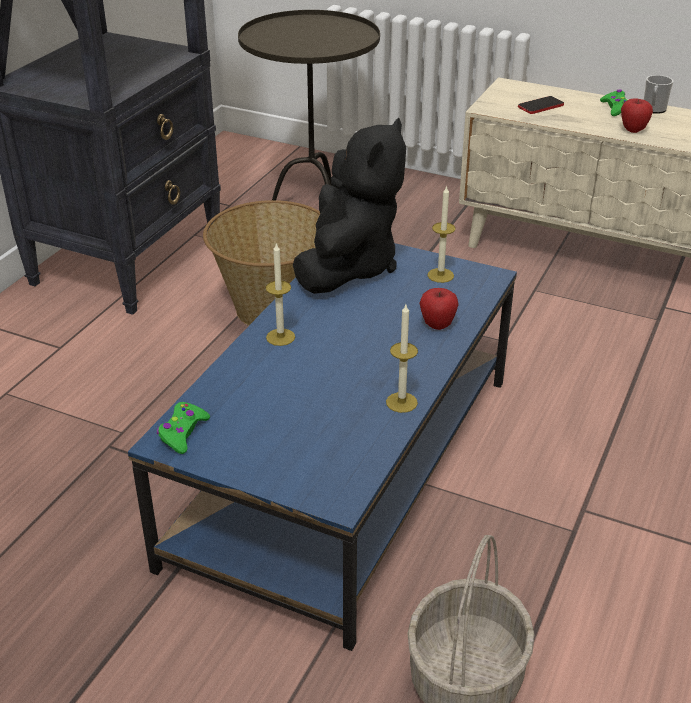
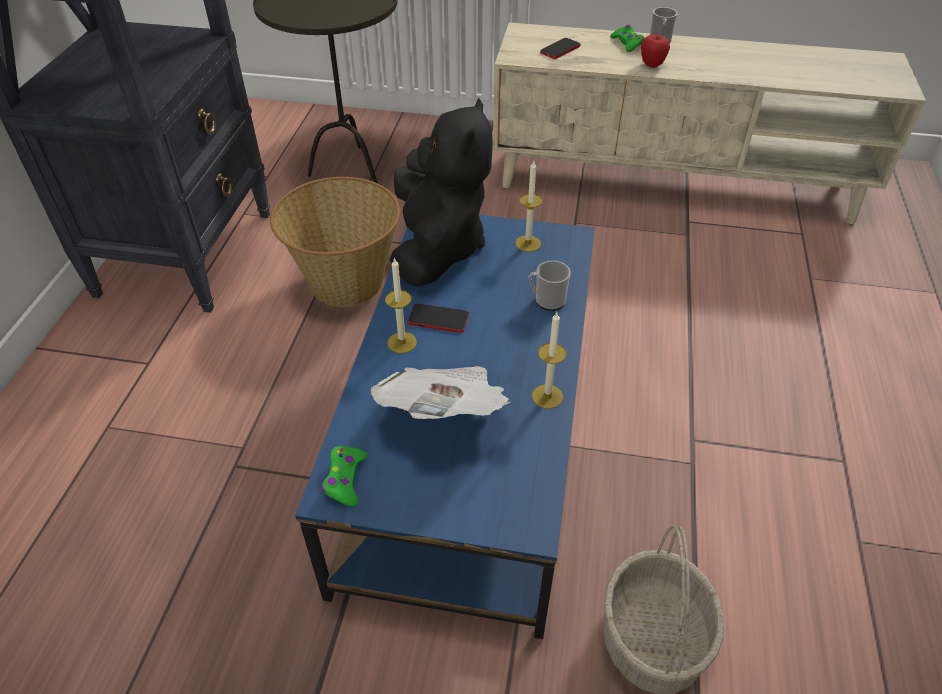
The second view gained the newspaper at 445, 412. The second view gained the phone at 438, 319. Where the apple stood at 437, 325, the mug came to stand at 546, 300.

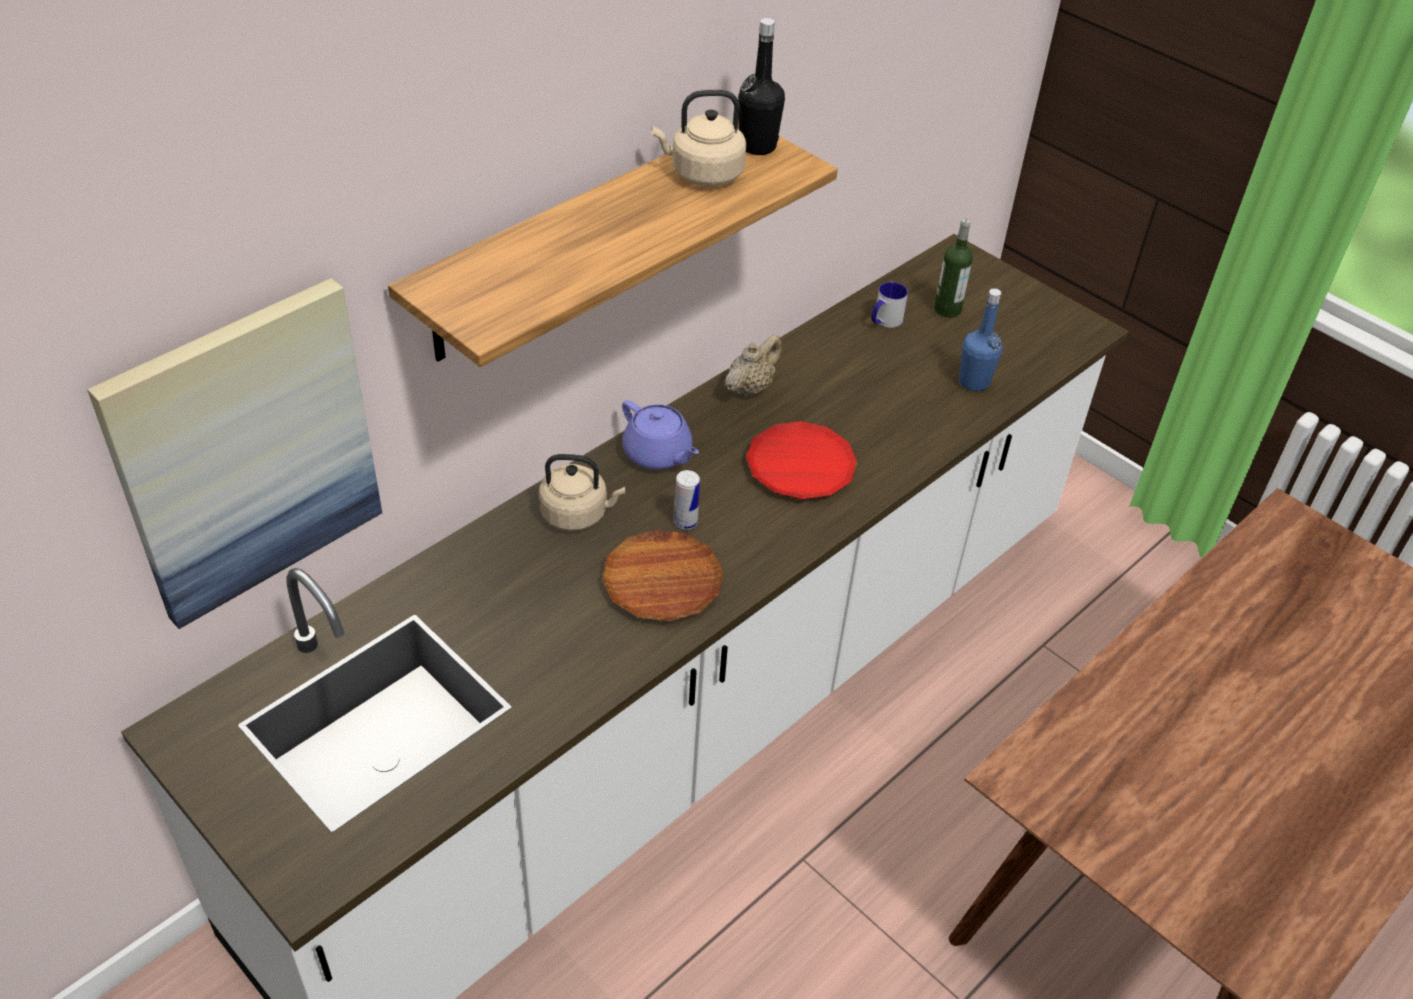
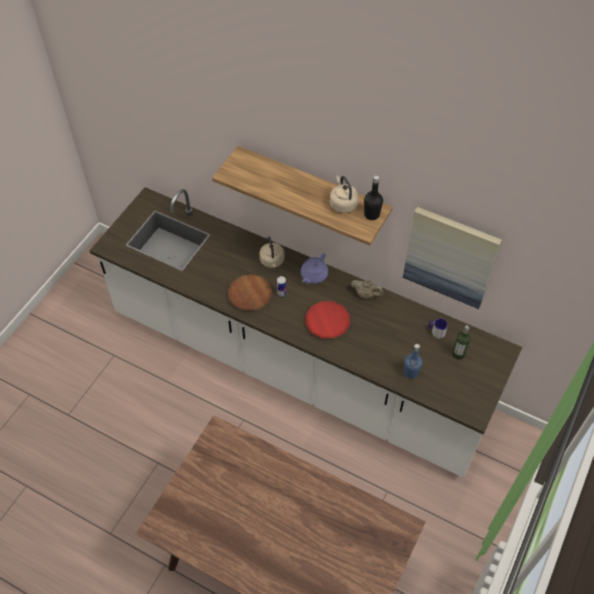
The picture ended up elsewhere, having gone from 247, 453 to 450, 257.

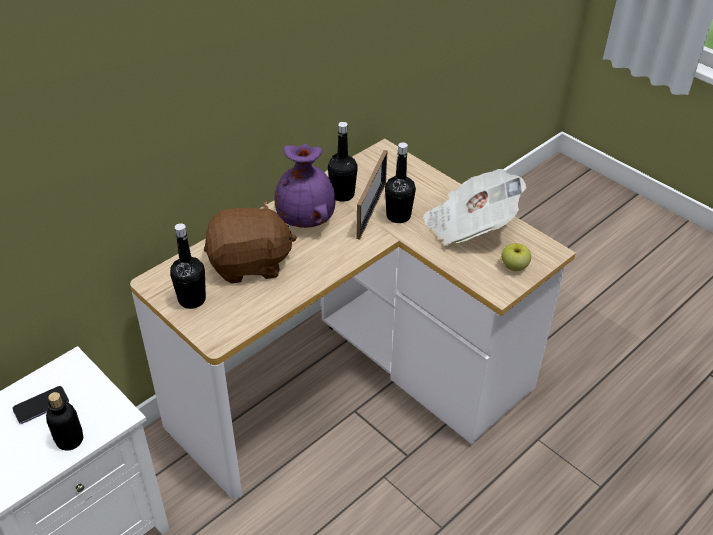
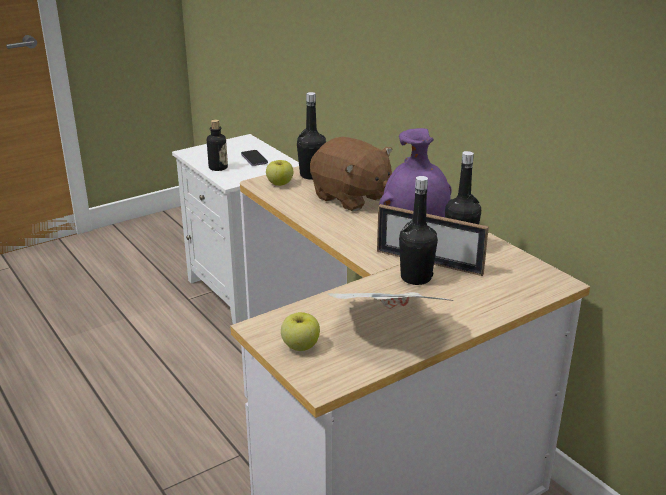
The second view gained the apple at 280, 183. The plush toy/brown at 250, 264 ended up facing another way, 45 degrees counterclockwise from before.

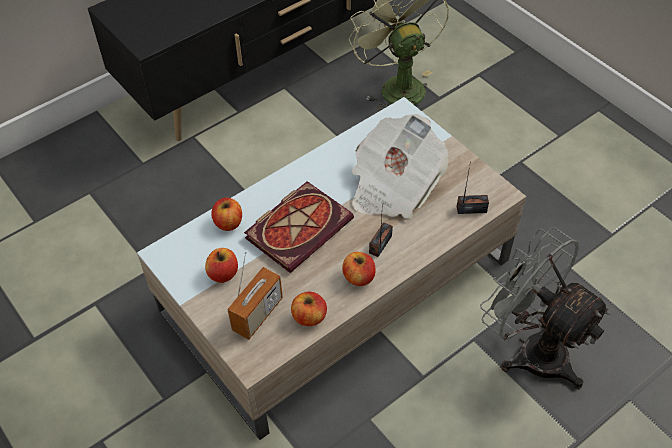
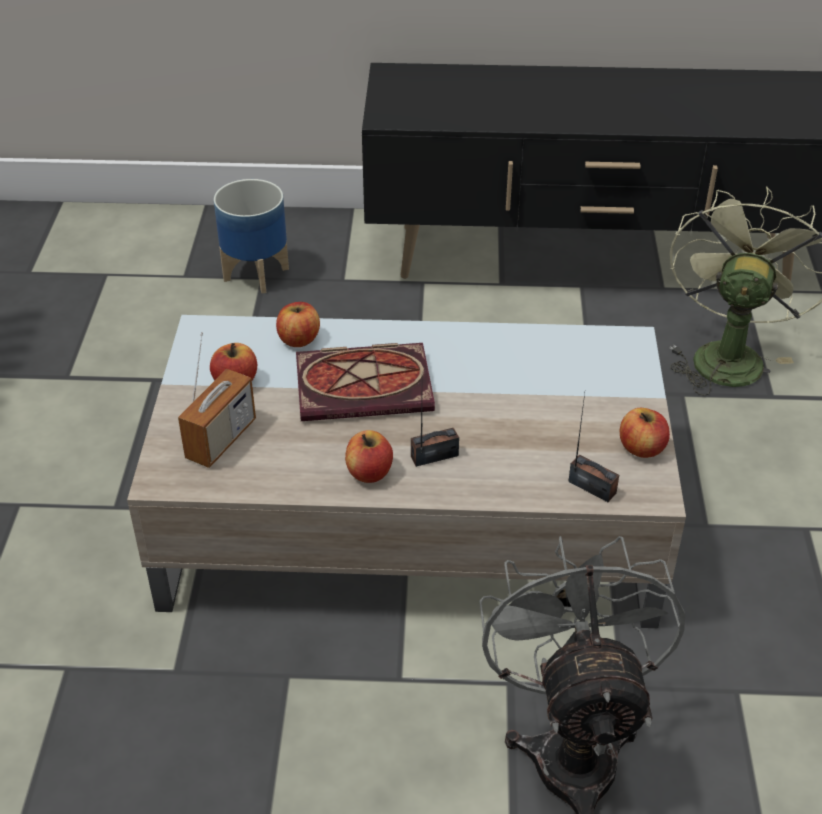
The second view lost the newspaper at 393, 185. The second view gained the planter at 256, 273. The apple ended up elsewhere, having gone from 309, 317 to 641, 448. The radio at 257, 314 ended up facing another way, 45 degrees counterclockwise from before.

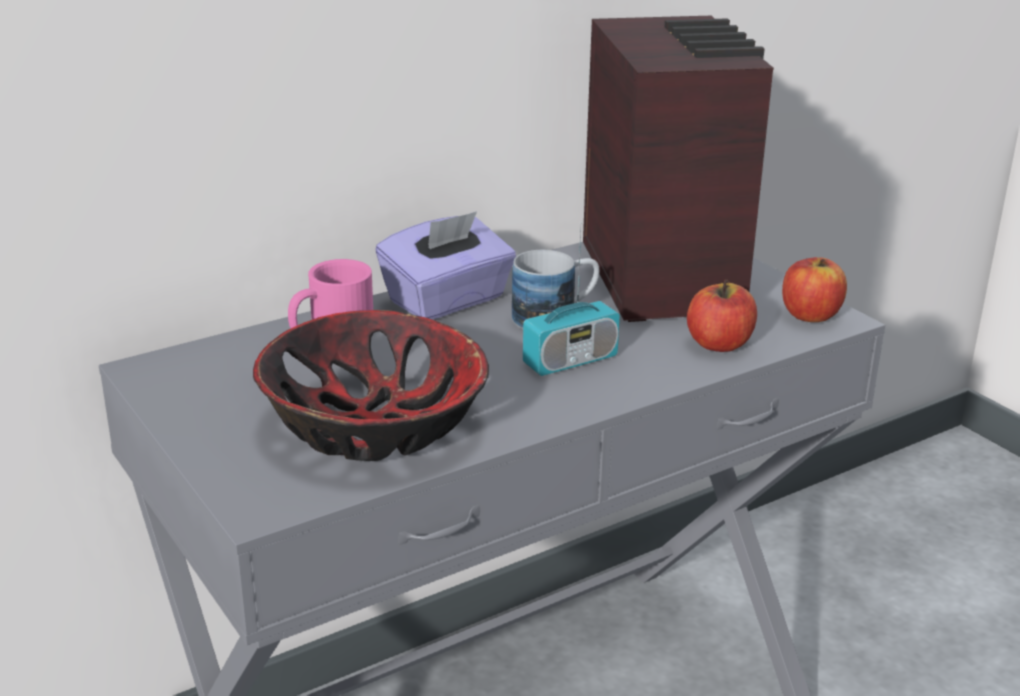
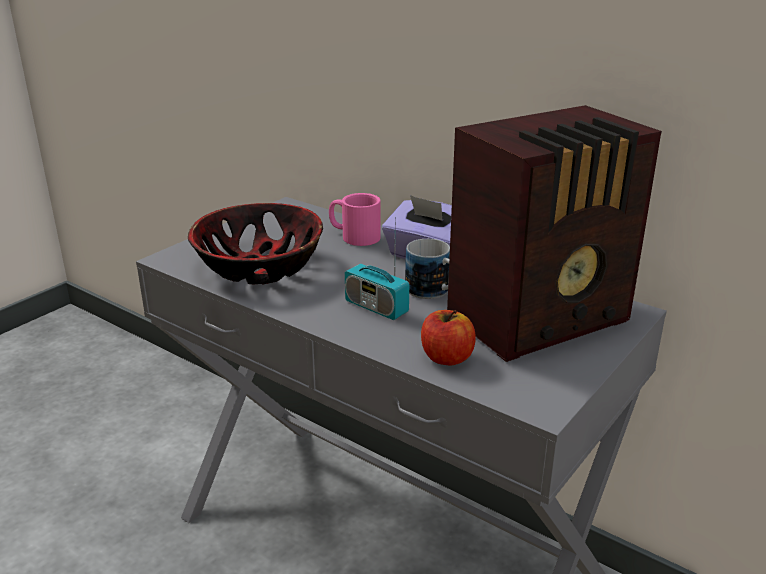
The second view lost the apple at 810, 315.

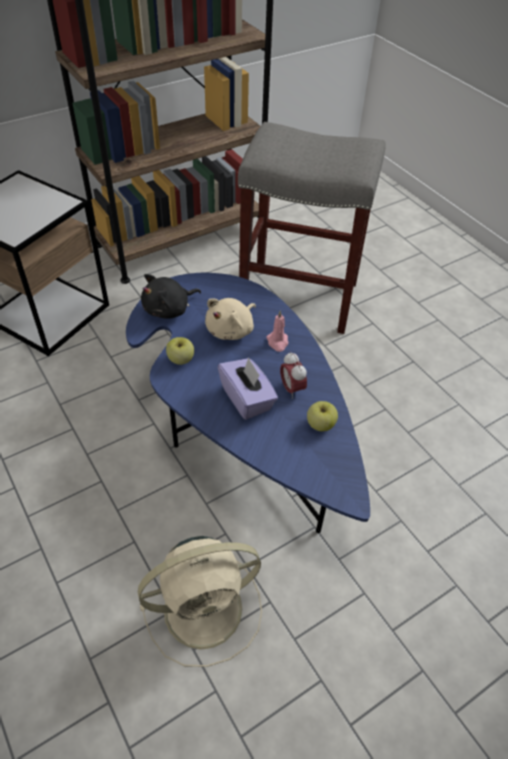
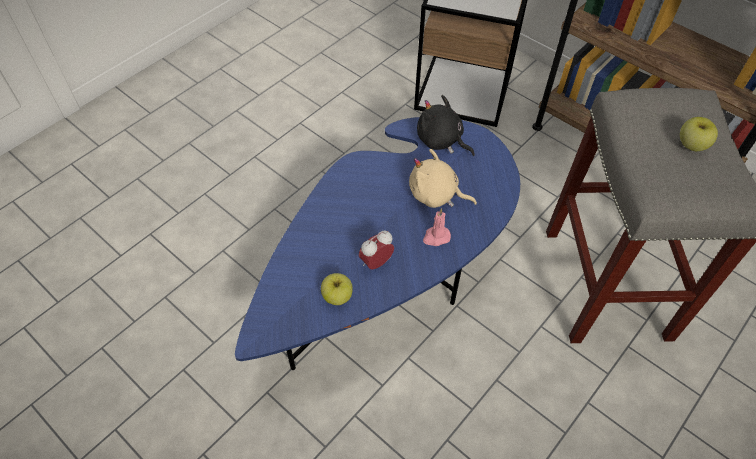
The second view lost the fan/beige at 207, 608. The second view lost the tissue box/purple at 247, 399. The apple ended up elsewhere, having gone from 180, 359 to 691, 145.

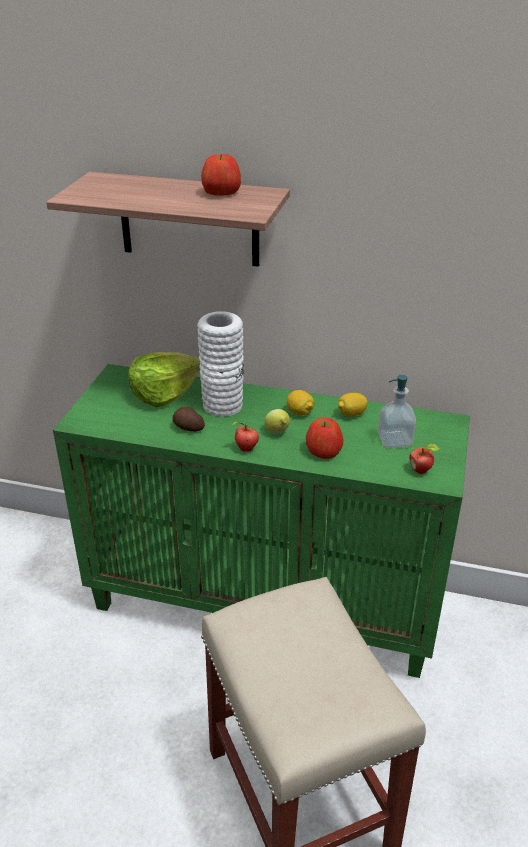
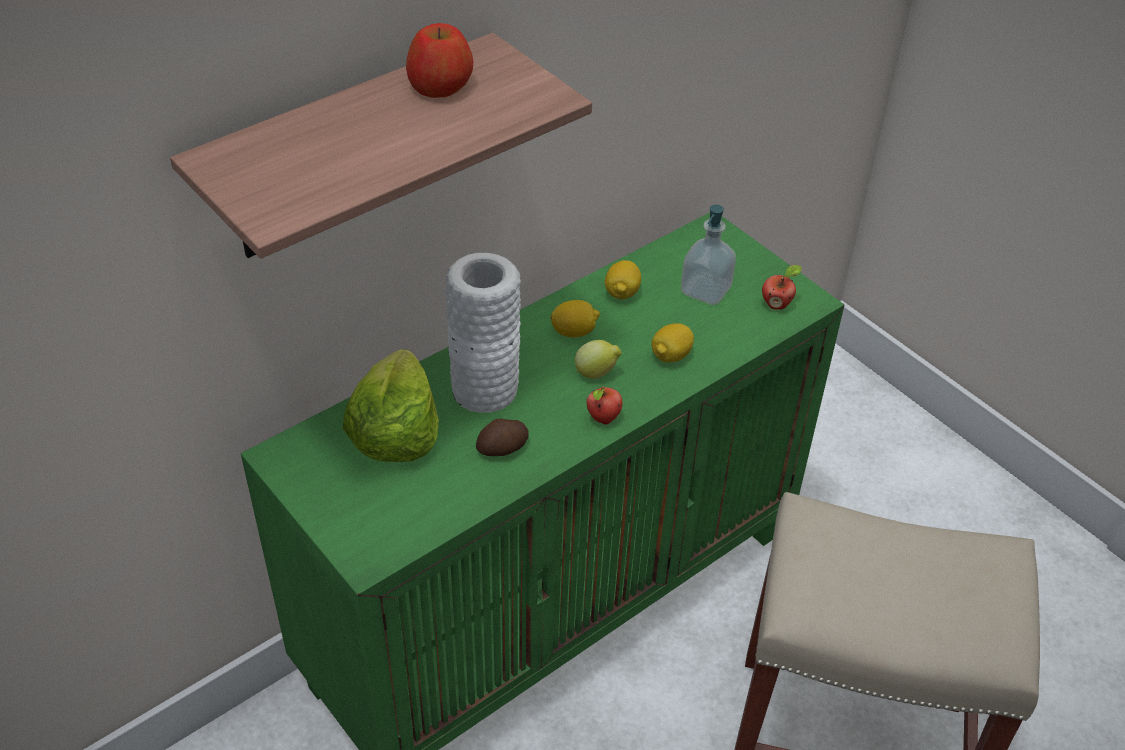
Where the apple stood at 323, 450, the lemon came to stand at 671, 356.

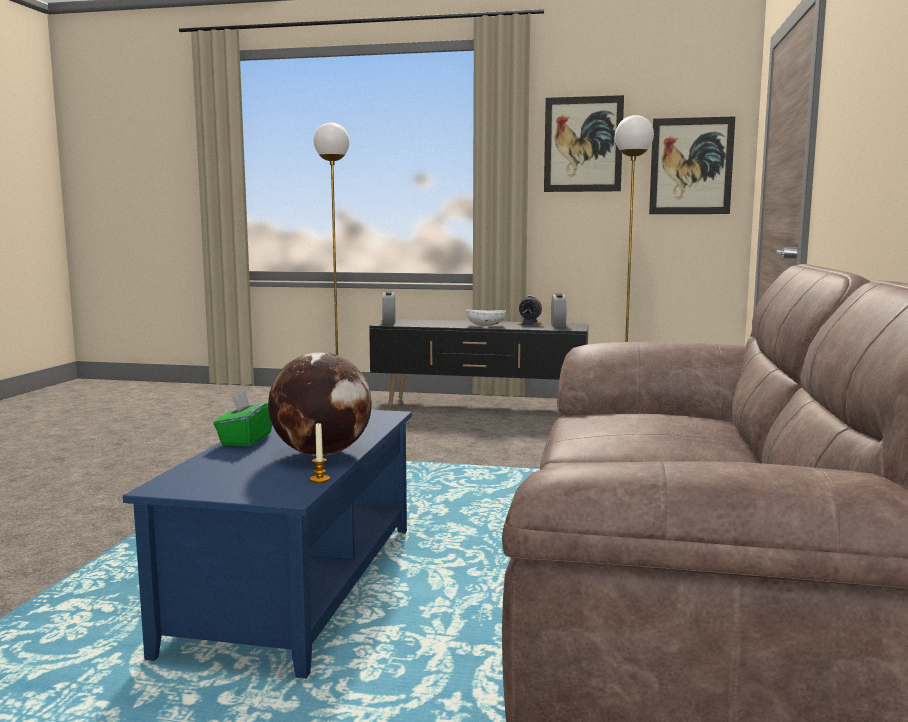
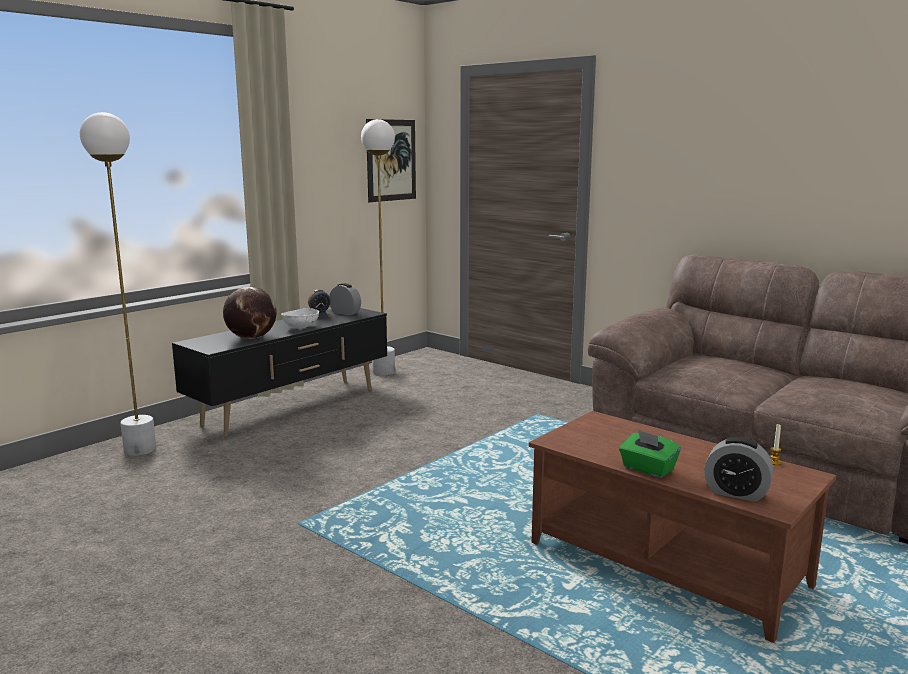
The second view lost the picture at 583, 144. The globe ended up elsewhere, having gone from 322, 454 to 251, 338. The alarm clock ended up elsewhere, having gone from 389, 322 to 736, 493. What was the coffee table/blue at 301, 586 turned into the coffee table/brown at 667, 564.

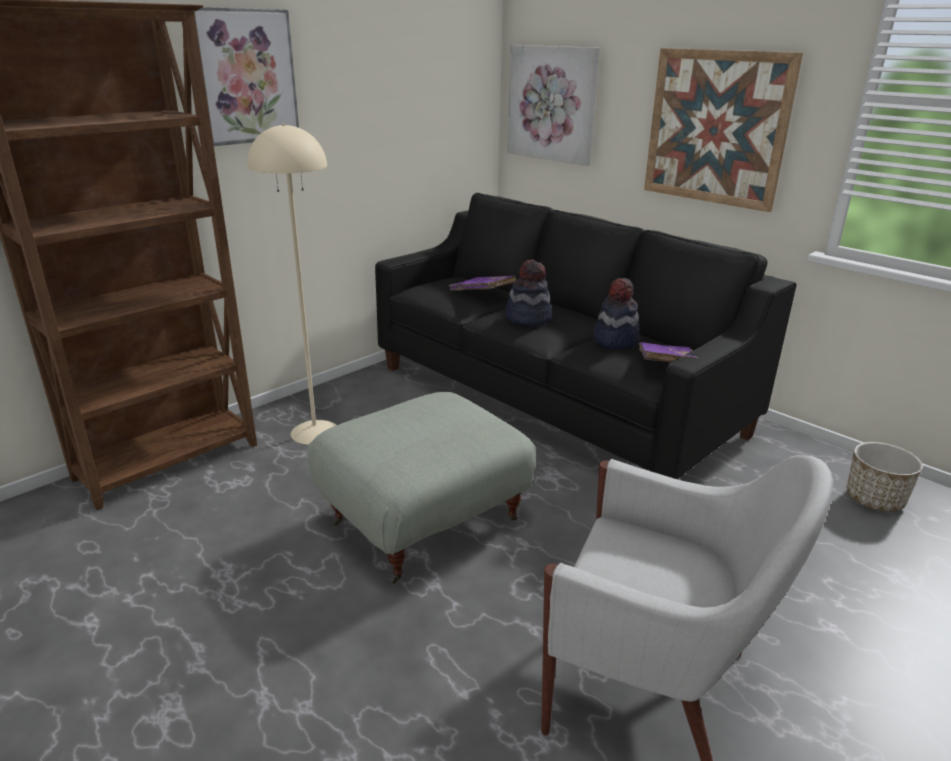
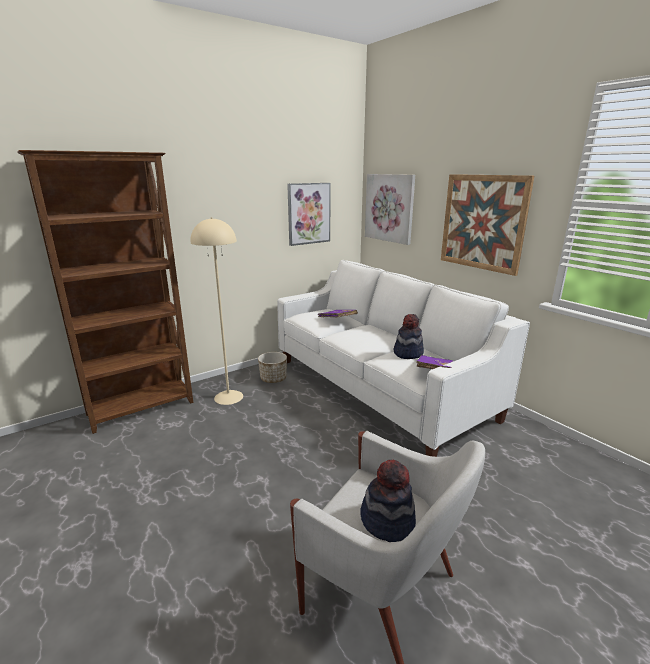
The second view lost the ottoman/grey at 424, 520. The picture ended up elsewhere, having gone from 246, 77 to 308, 213. The hat ended up elsewhere, having gone from 528, 318 to 387, 521. The planter ended up elsewhere, having gone from 874, 500 to 273, 379. What was the sofa/black at 555, 400 turned into the sofa/white at 379, 388.

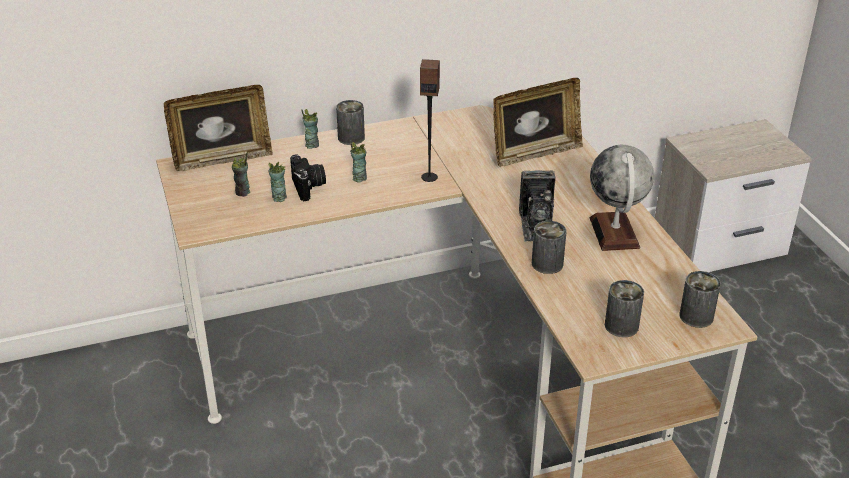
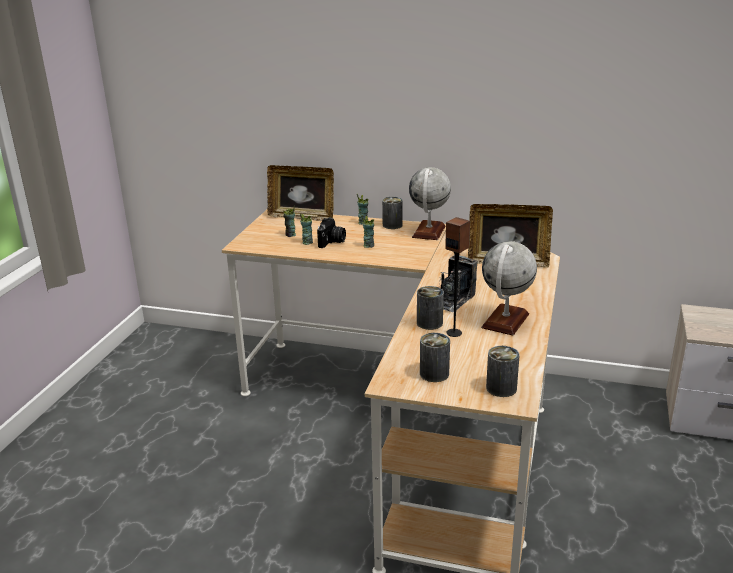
The second view gained the globe at 429, 232. The speaker ended up elsewhere, having gone from 429, 177 to 454, 333.

